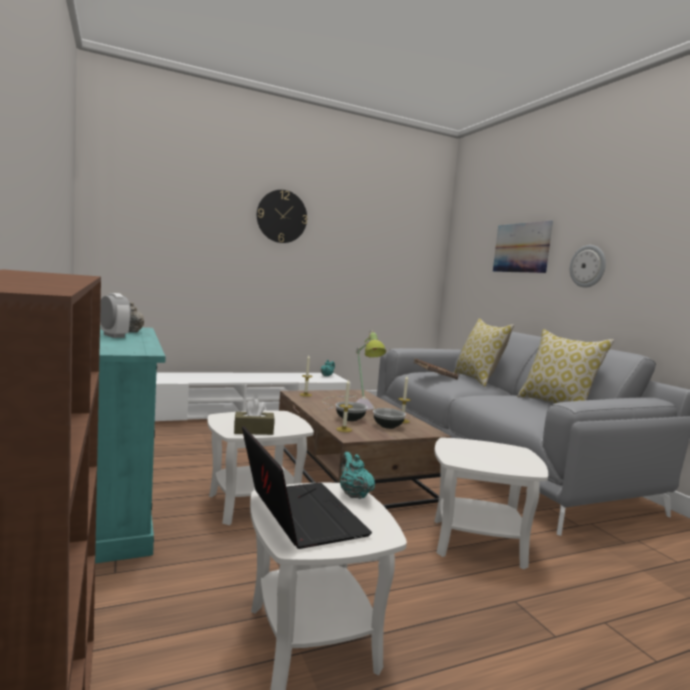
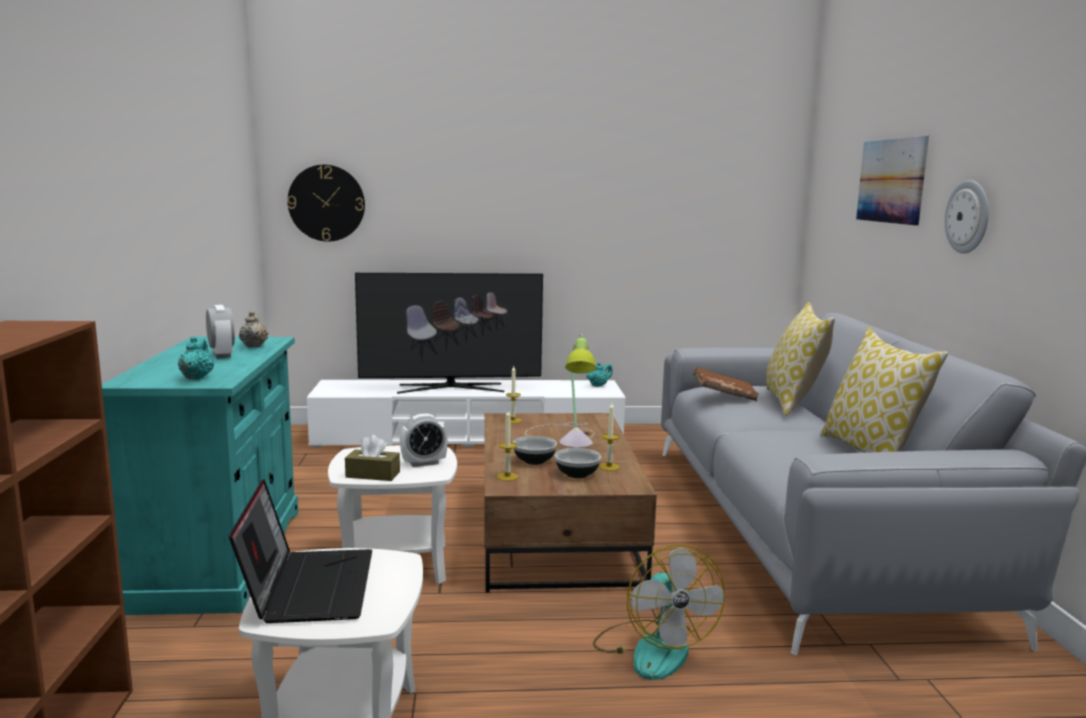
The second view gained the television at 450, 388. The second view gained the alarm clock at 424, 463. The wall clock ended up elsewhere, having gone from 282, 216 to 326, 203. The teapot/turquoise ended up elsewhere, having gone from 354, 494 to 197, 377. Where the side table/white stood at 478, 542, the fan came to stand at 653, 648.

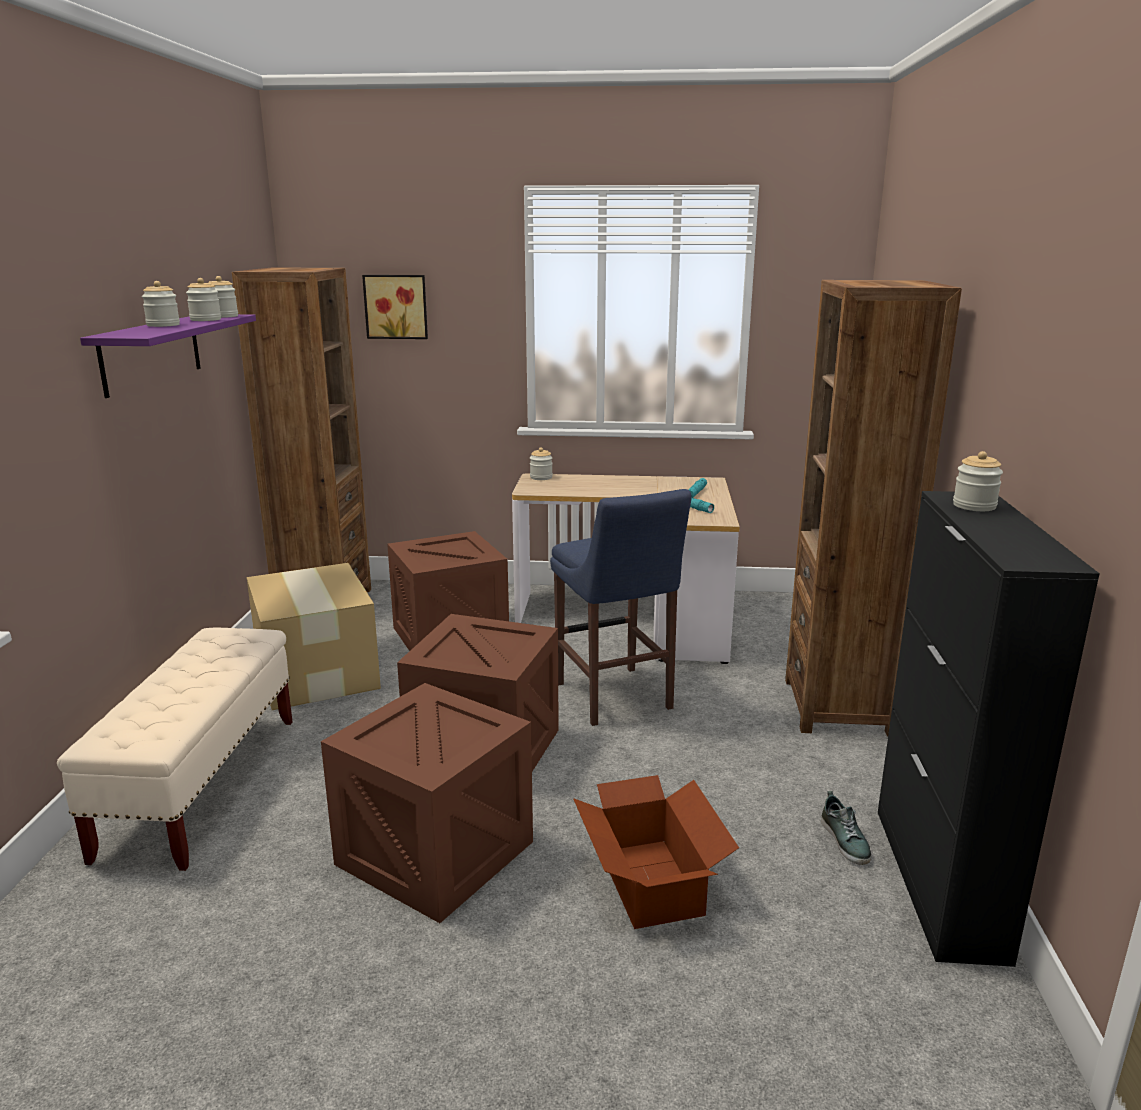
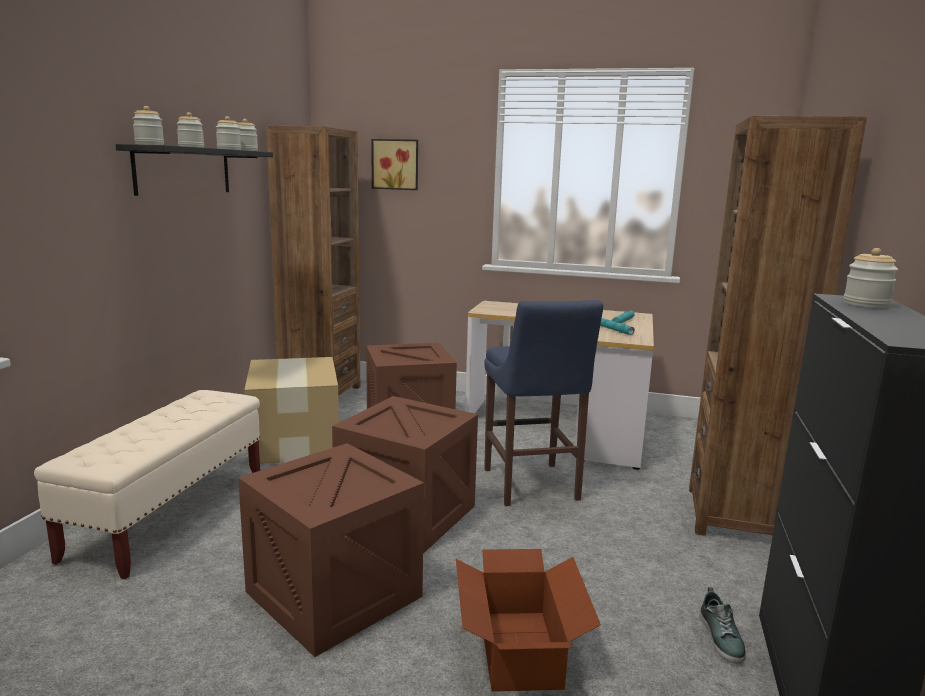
The jar ended up elsewhere, having gone from 541, 477 to 149, 144. What was the shelf/purple at 151, 353 turned into the shelf/black at 184, 171.

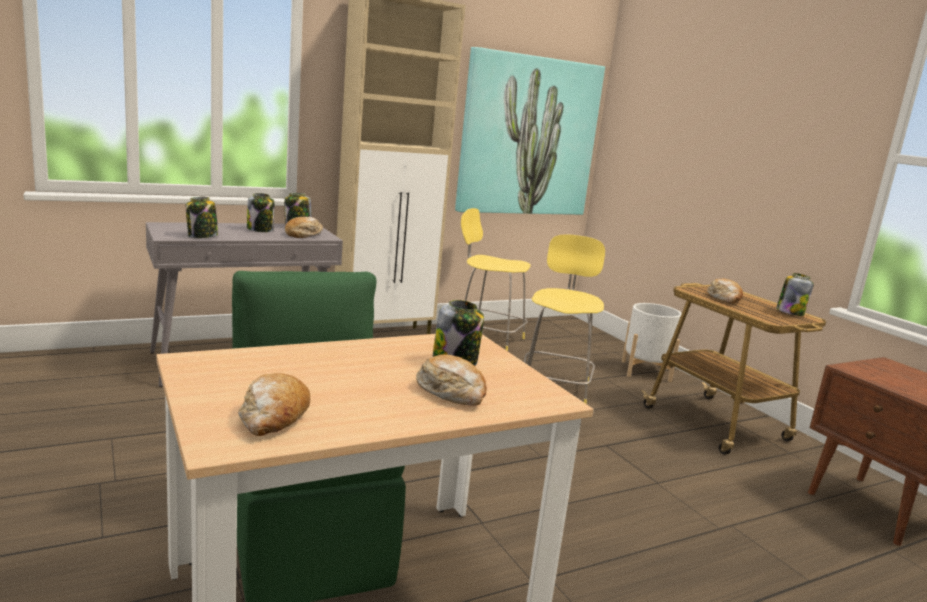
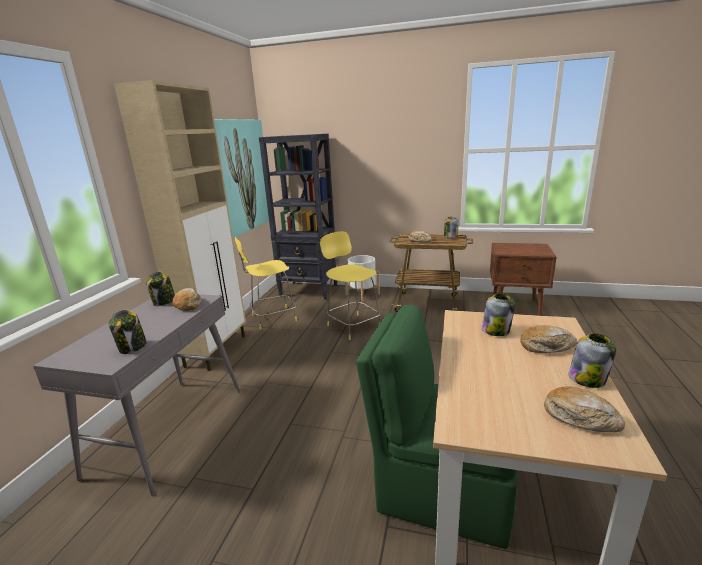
The second view gained the bookcase/black at 309, 291. The jar ended up elsewhere, having gone from 260, 229 to 587, 379.

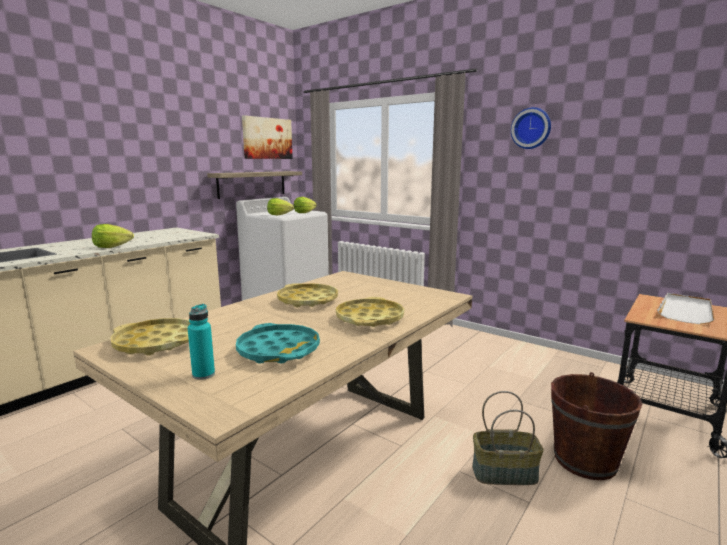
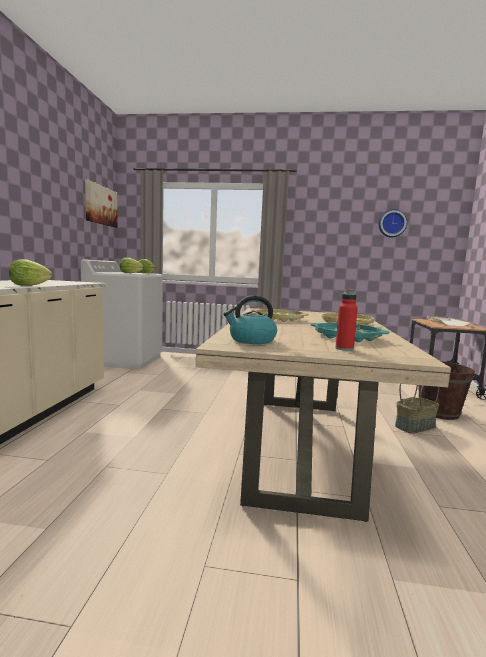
The second view lost the shelf at 252, 184. The wall clock ended up elsewhere, having gone from 531, 128 to 392, 223. Where the tray/yellow stood at 156, 343, the kettle came to stand at 251, 340. What was the bottle/turquoise at 203, 374 turned into the bottle/red at 344, 349.

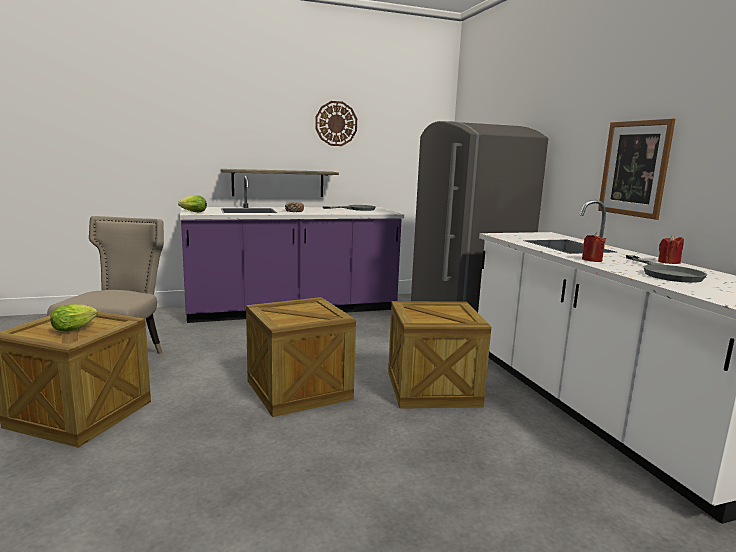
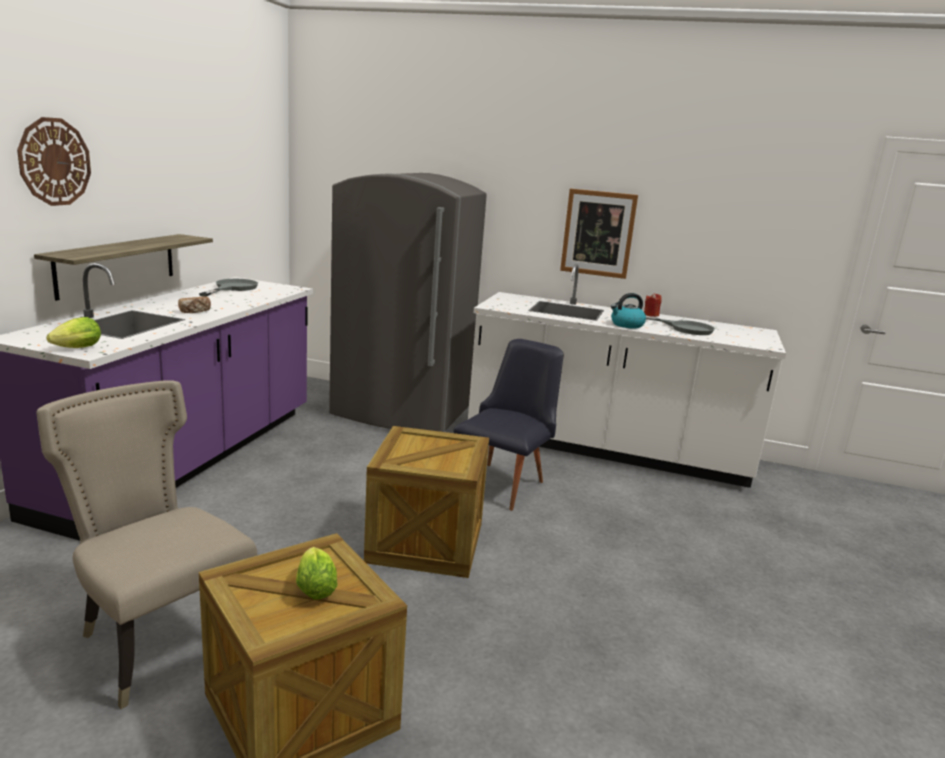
The wall clock ended up elsewhere, having gone from 336, 123 to 54, 162. Where the crate stood at 432, 388, the chair/black came to stand at 504, 482. Where the candle/red stood at 592, 260, the kettle came to stand at 626, 325.

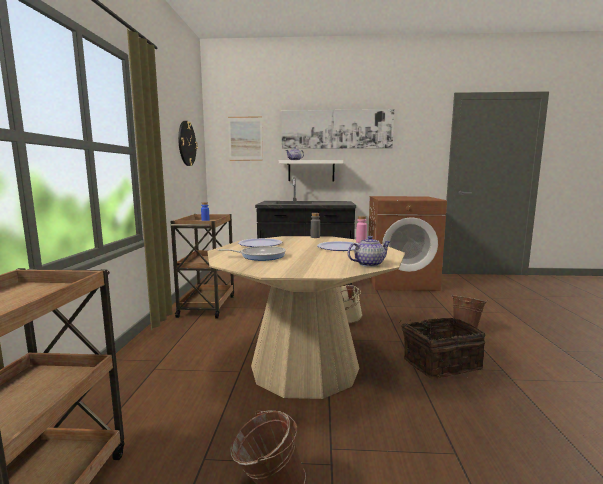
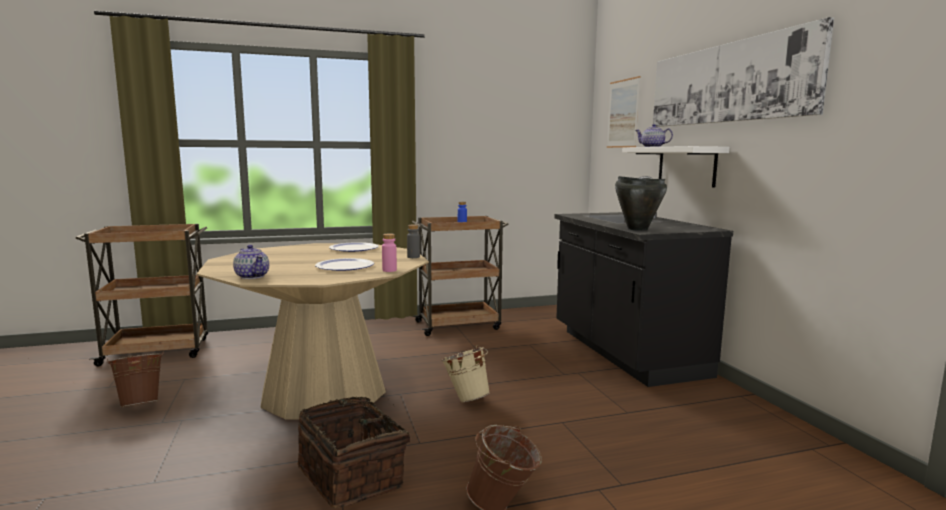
The second view lost the wall clock at 186, 143. The second view lost the frying pan at 260, 256. The second view lost the washing machine/brown at 401, 281. The second view gained the cooking pot/black at 637, 229.

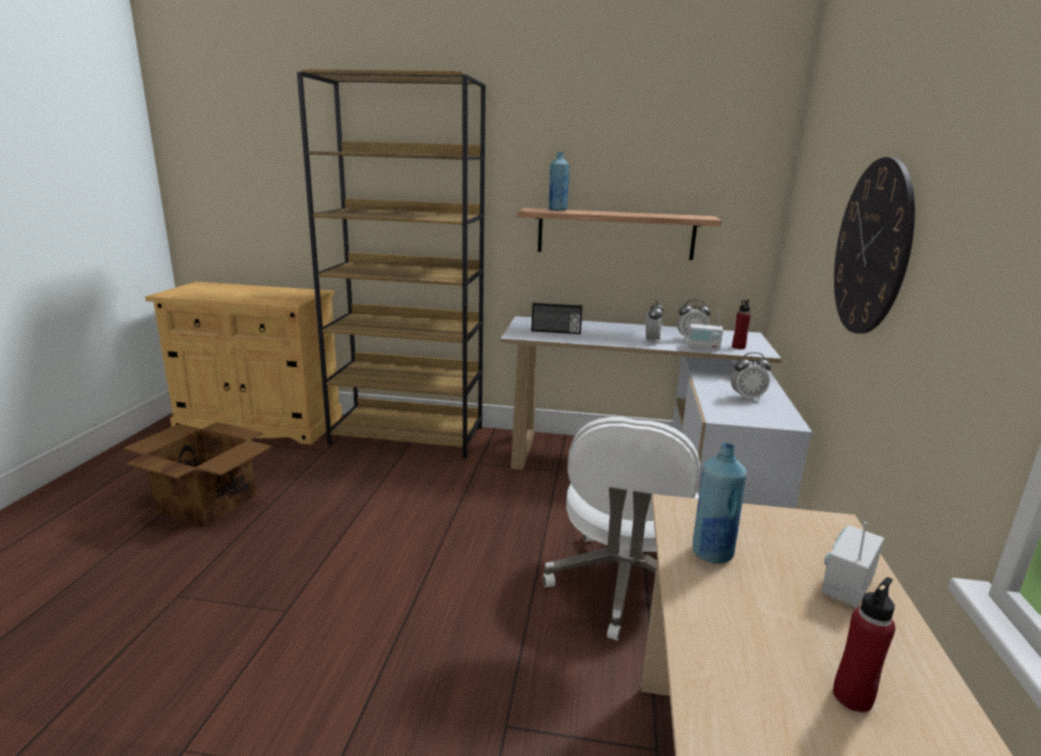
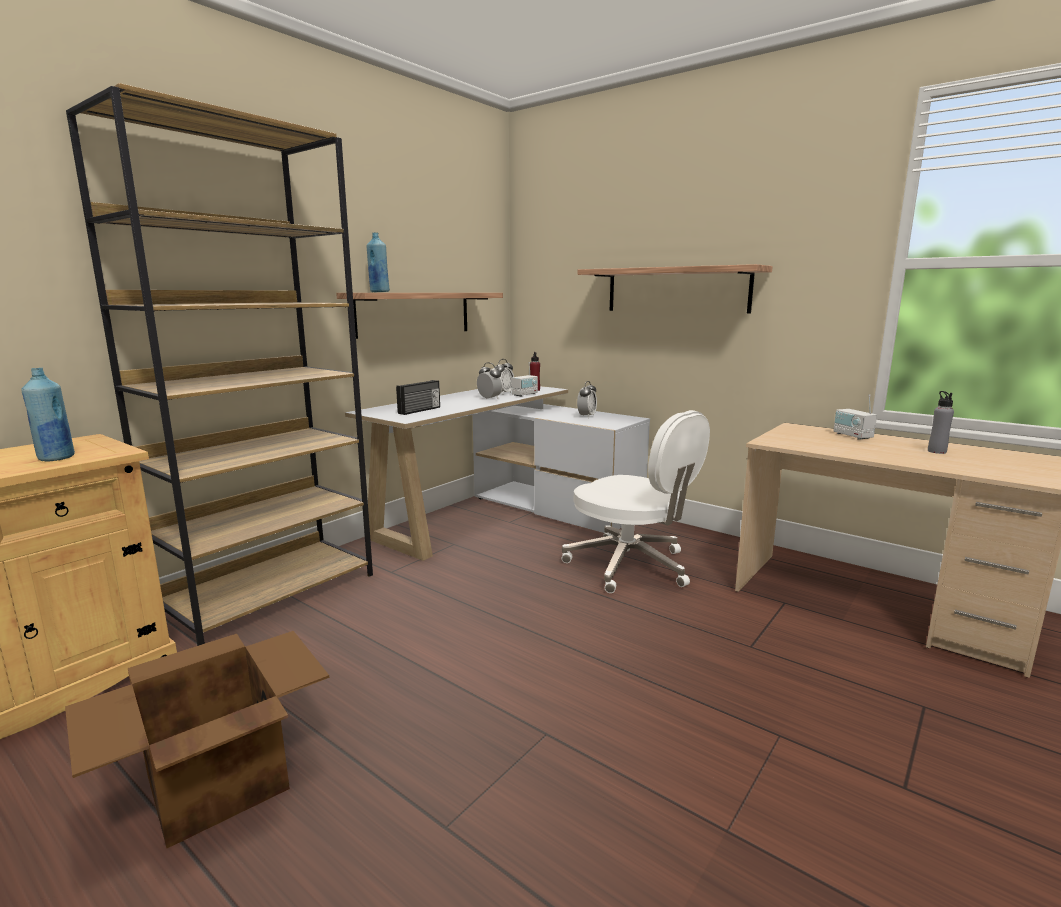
The bottle/blue ended up elsewhere, having gone from 711, 553 to 56, 458. Where the wall clock hung at 871, 248, the shelf came to hang at 676, 290. What was the bottle/red at 852, 697 turned into the bottle/grey at 936, 451.

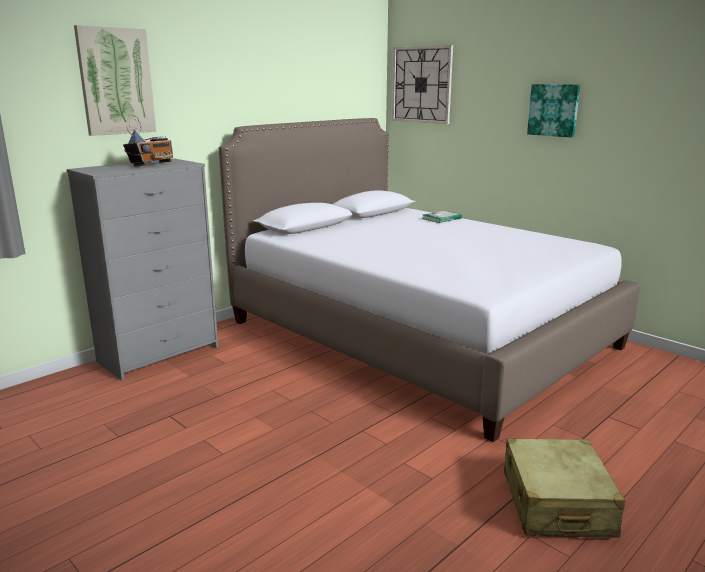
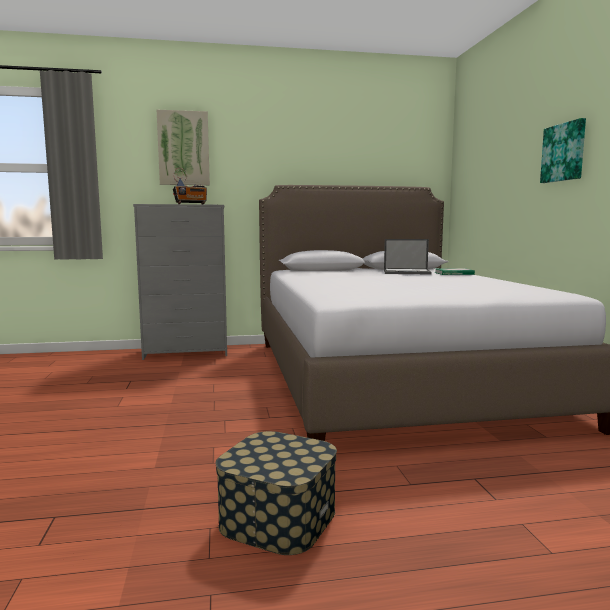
The second view lost the wall clock at 421, 85. The second view gained the laptop at 407, 272. Where the suitcase/beige stood at 556, 504, the storage box came to stand at 278, 518.

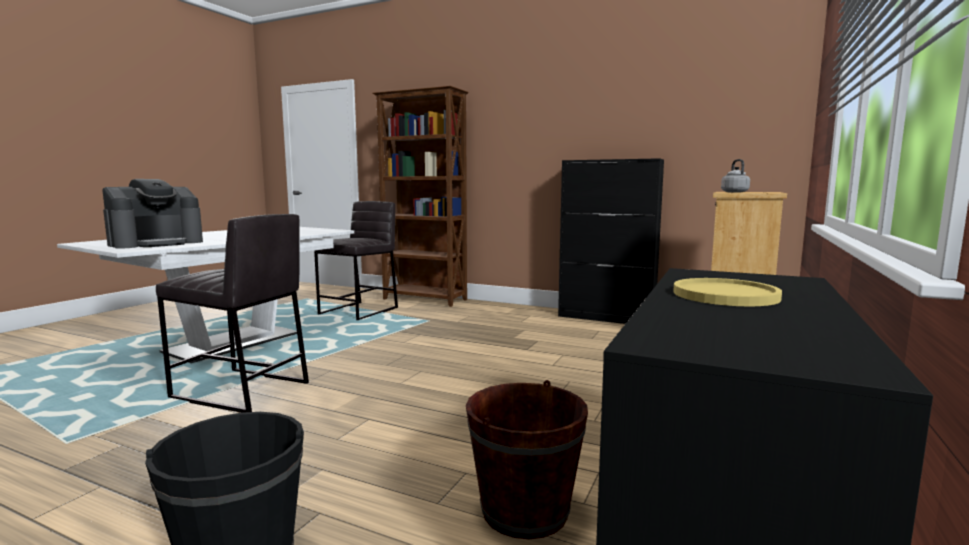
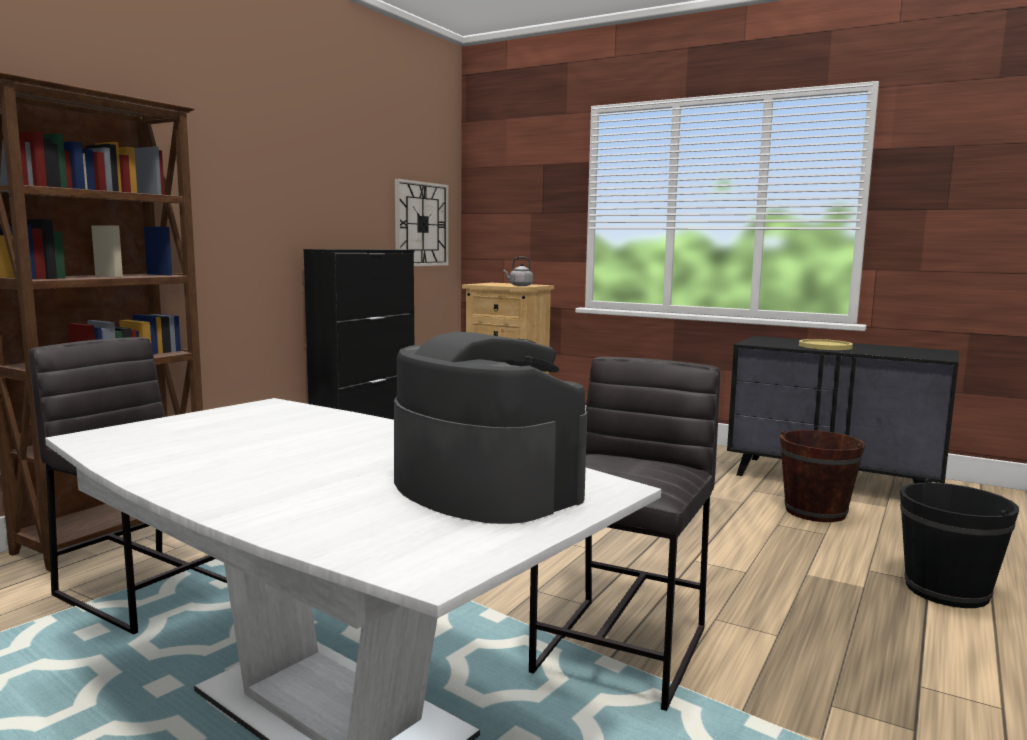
The second view gained the wall clock at 421, 224.

